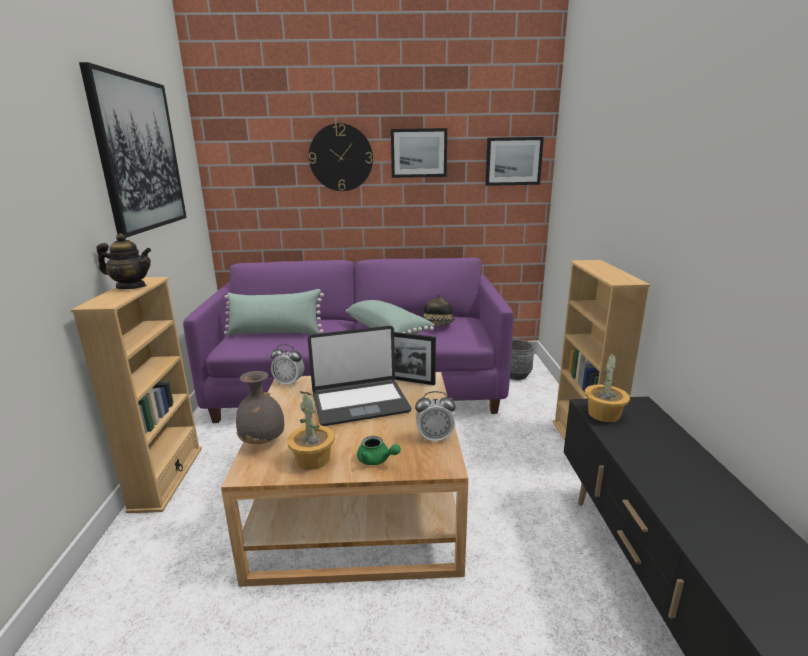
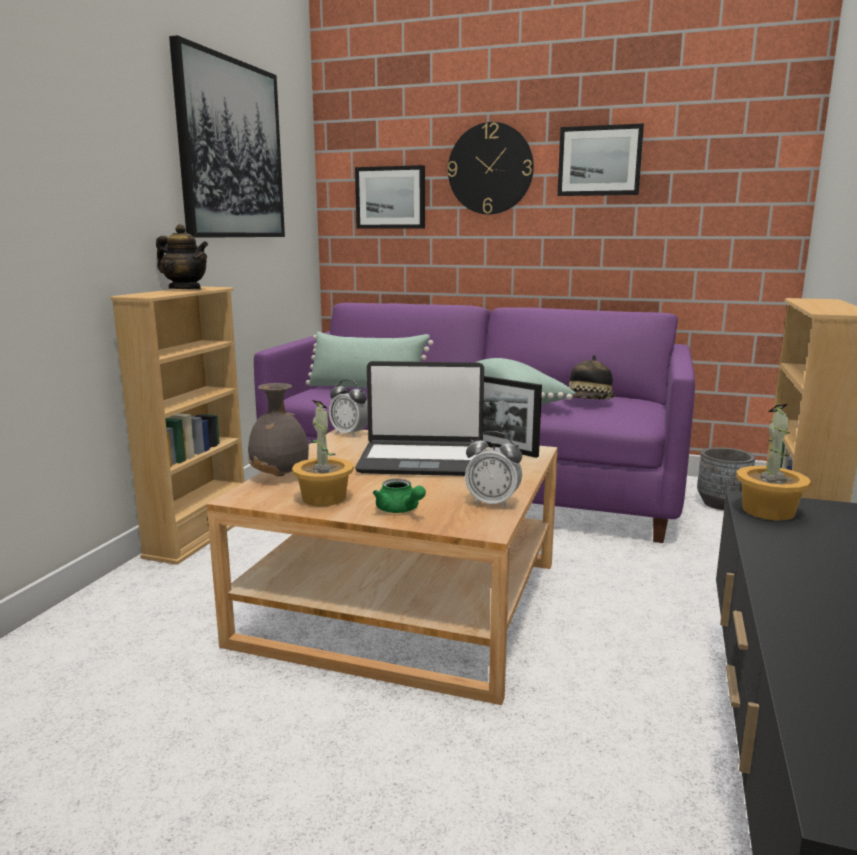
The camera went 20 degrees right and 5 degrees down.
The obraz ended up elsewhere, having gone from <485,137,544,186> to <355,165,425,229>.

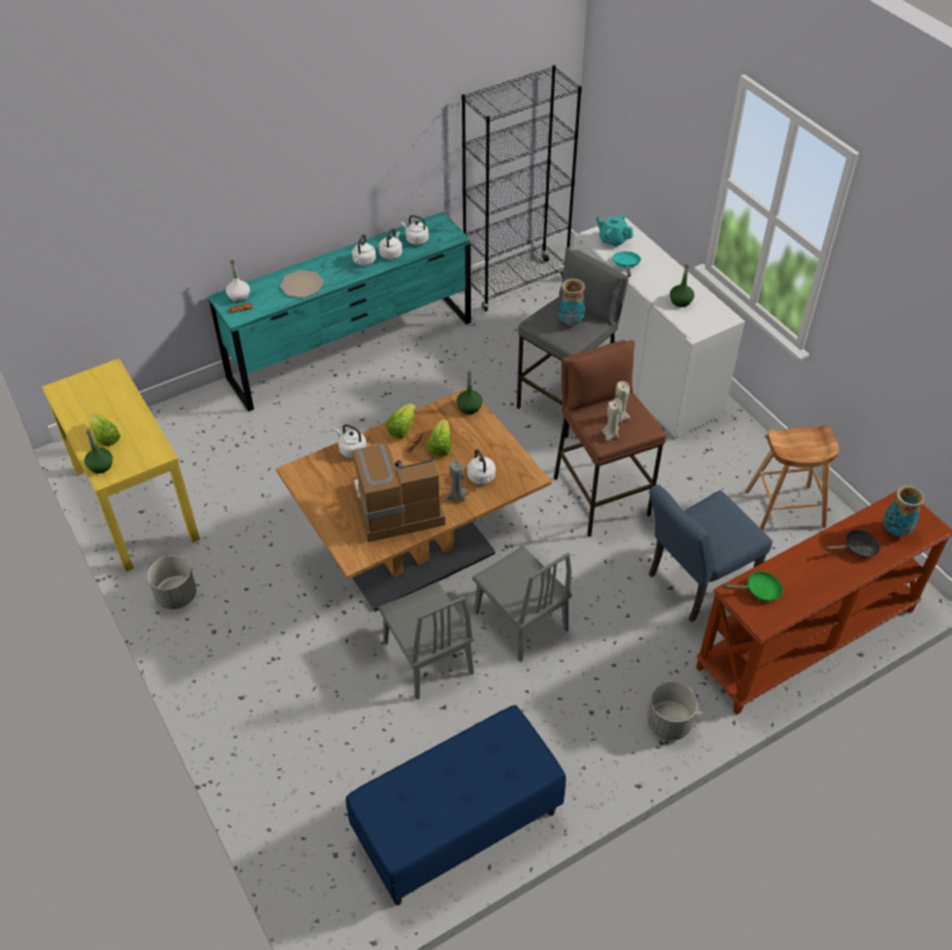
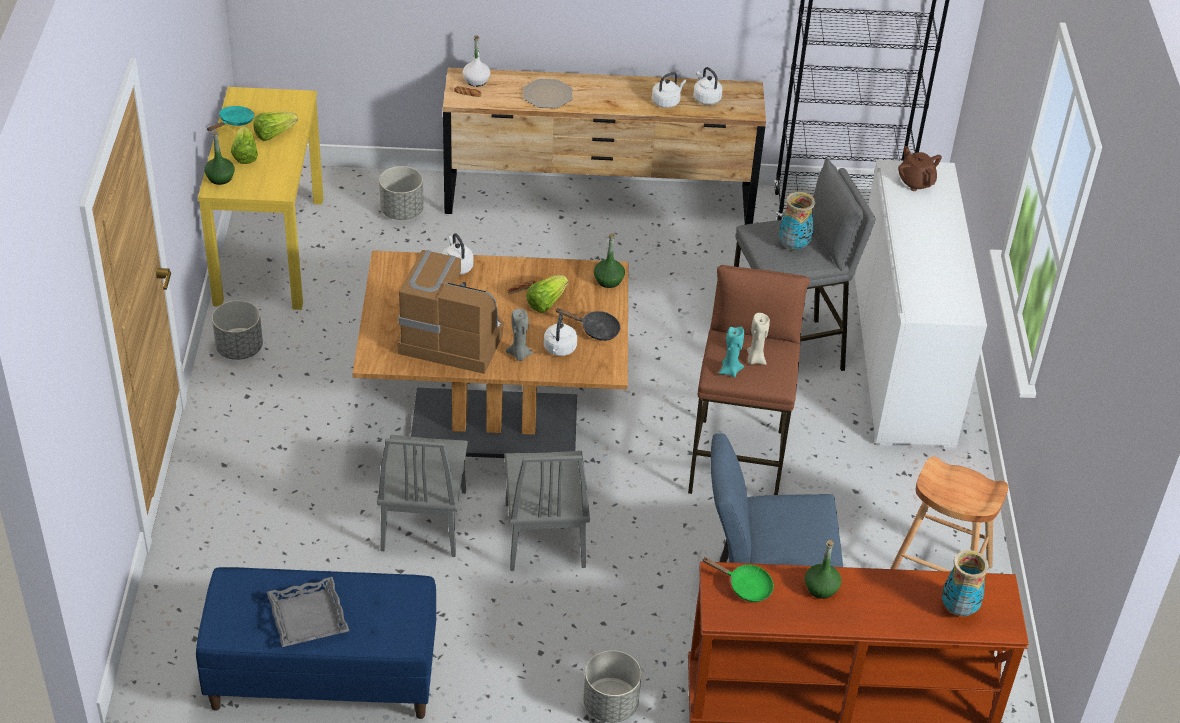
The camera went 30 degrees right and 5 degrees down.
What was the komoda/turkusowy at <208,212,471,412> turned into the komoda/brązowy at <443,68,766,225>.
The second view lost the czajnik/biały at <352,234,376,266>.
The sałata ended up elsewhere, having gone from <386,403,416,439> to <253,111,298,141>.
What was the imbryk/turkusowy at <596,213,633,247> turned into the imbryk/brązowy at <898,146,942,191>.
What was the świeca/beżowy at <602,398,622,441> turned into the świeca/turkusowy at <719,327,744,378>.
The patelnia/turkusowy ended up elsewhere, having gone from <612,251,641,277> to <207,106,254,131>.
The butelka/zielony ended up elsewhere, having gone from <670,263,694,307> to <805,540,841,599>.
The patelnia/czarny ended up elsewhere, having gone from <825,530,880,558> to <555,308,620,341>.
The second view gained the taca/szary at <267,577,349,647>.
The second view gained the donica/szary at <379,166,424,220>.

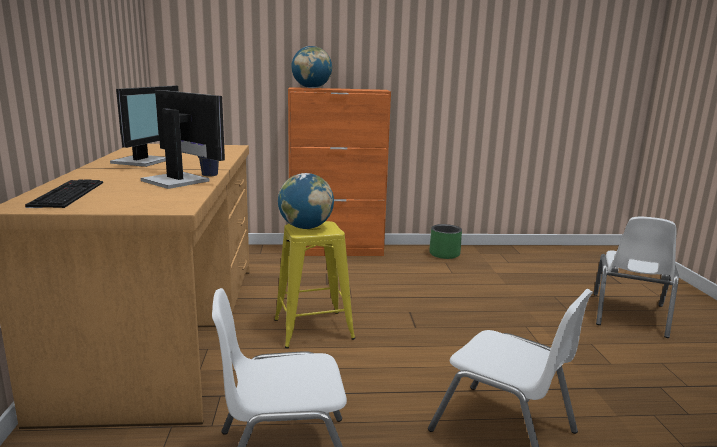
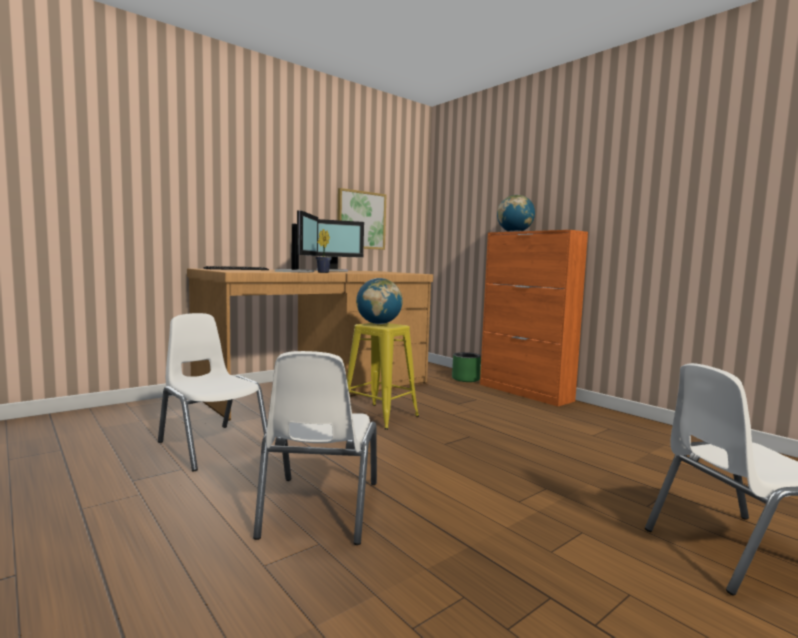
The camera went 55 degrees right and 10 degrees down.
The donica/zielony ended up elsewhere, having gone from <429,224,462,259> to <452,352,481,382>.
The second view gained the obraz at <337,188,386,250>.

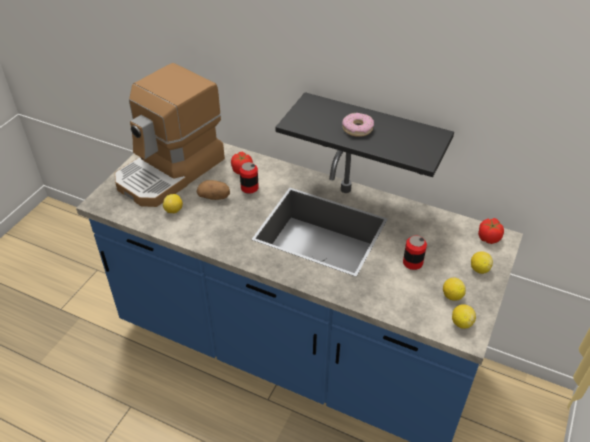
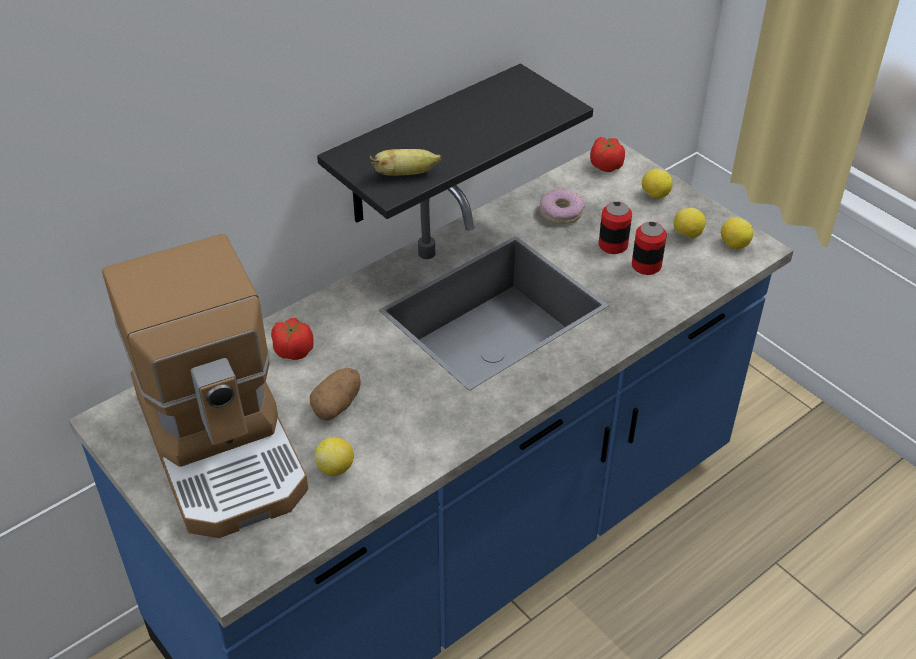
The camera went 65 degrees left and 0 degrees up.
The puszka ended up elsewhere, having gone from <239,162,259,194> to <632,222,667,275>.
The donut ended up elsewhere, having gone from <342,113,374,137> to <540,189,584,224>.
The second view gained the banan at <369,149,441,176>.

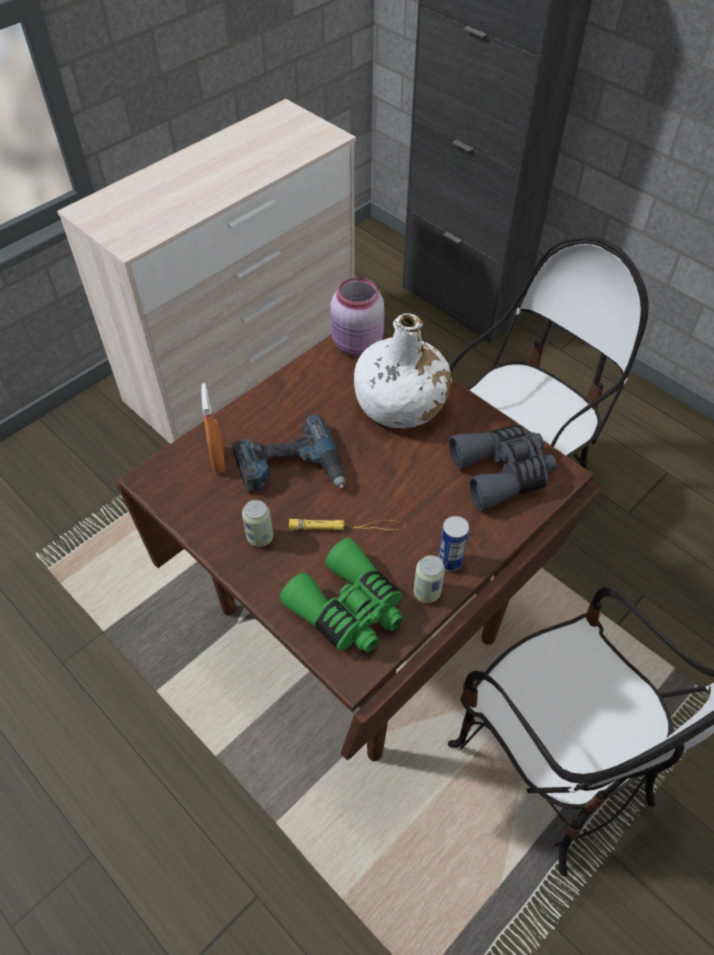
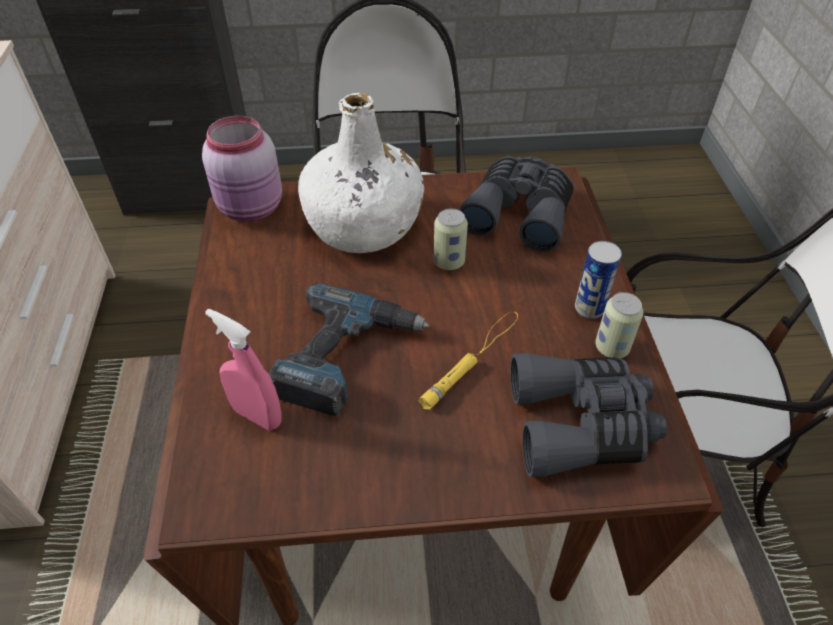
The camera went 50 degrees left and 5 degrees down.
What was the spryskiwacz/pomarańczowy at <201,383,225,473> turned into the spryskiwacz/różowy at <205,309,282,430>.
The puszka ended up elsewhere, having gone from <242,500,273,547> to <434,209,468,270>.
What was the lornetka/zielony at <280,538,403,652> turned into the lornetka/szary at <510,353,667,477>.

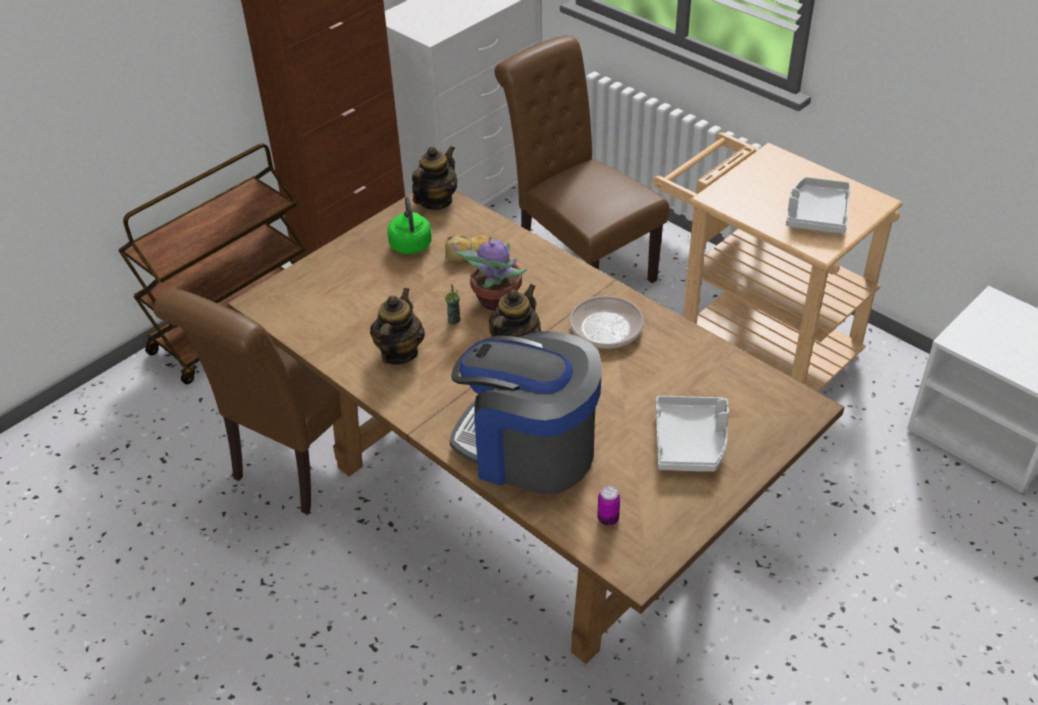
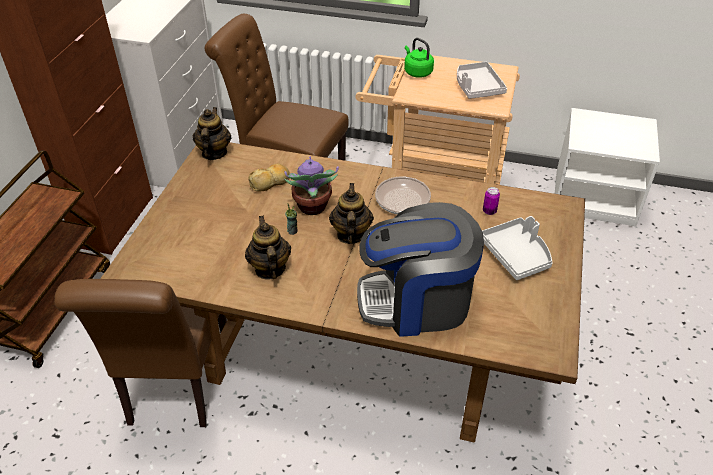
The camera went 30 degrees left and 0 degrees up.
The czajnik/zielony ended up elsewhere, having gone from <387,197,432,254> to <404,38,434,78>.
The puszka ended up elsewhere, having gone from <597,486,620,526> to <483,187,500,215>.

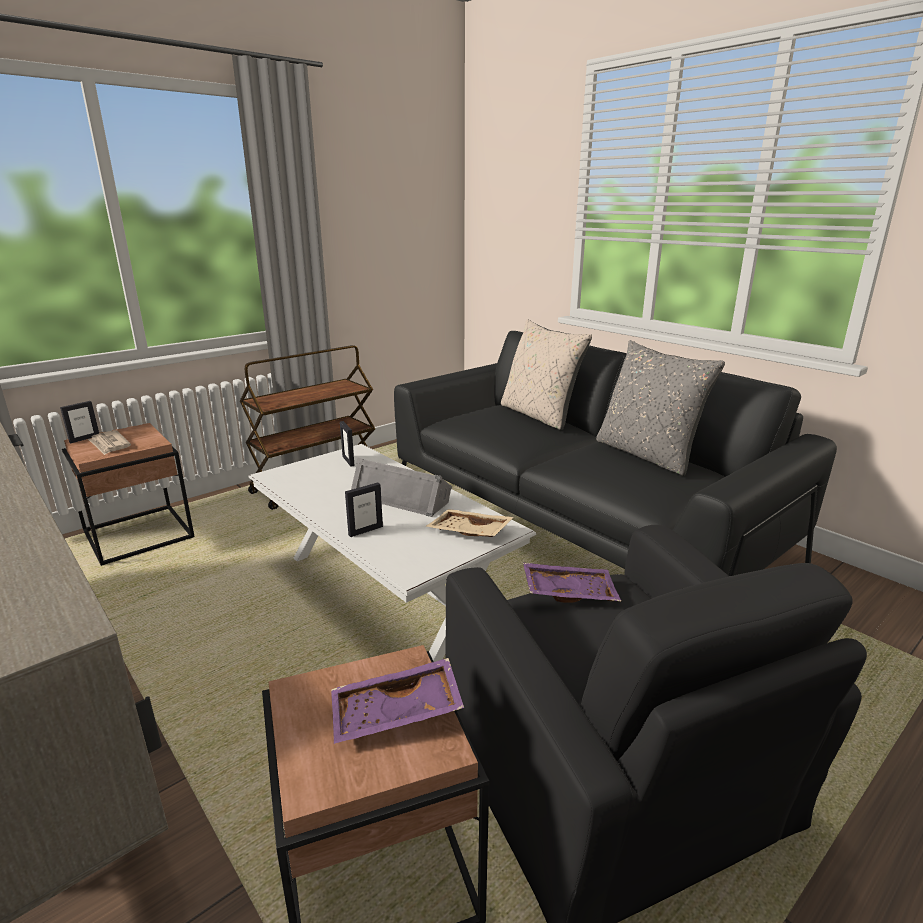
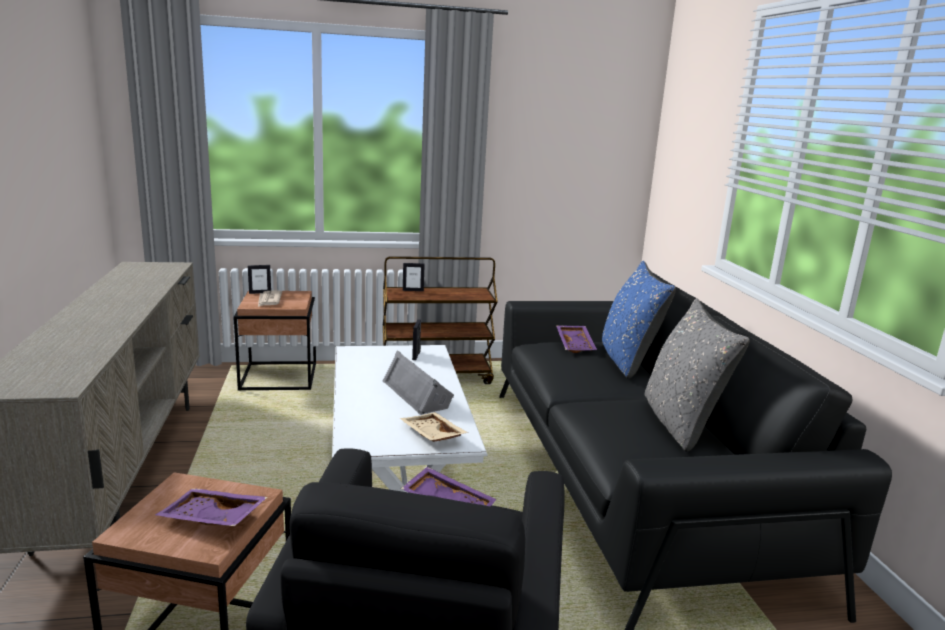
The camera went 30 degrees right and 5 degrees down.
The ramka na zdjęcie ended up elsewhere, having gone from <345,482,383,537> to <403,263,425,291>.
What was the poduszka/beżowy at <501,319,592,430> turned into the poduszka/niebieski at <602,261,676,379>.
The second view gained the taca/fioletowy at <556,325,597,353>.

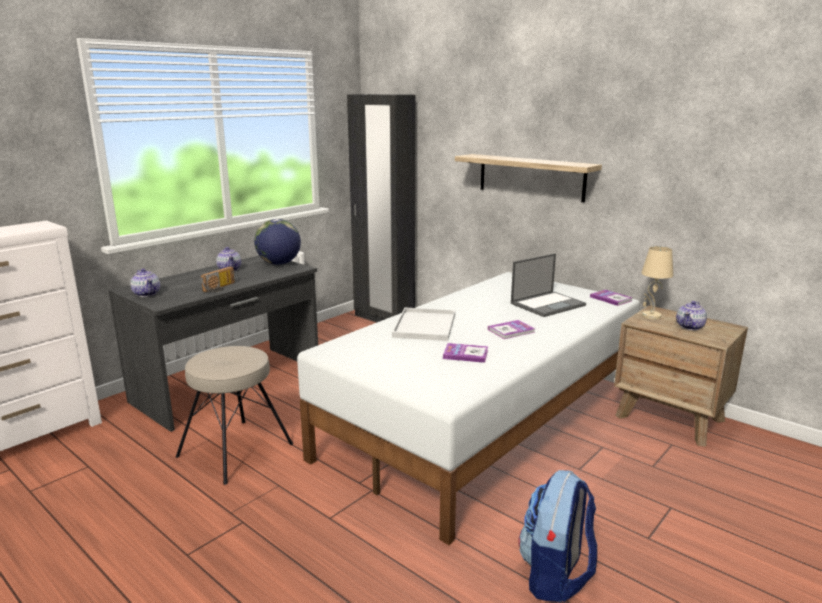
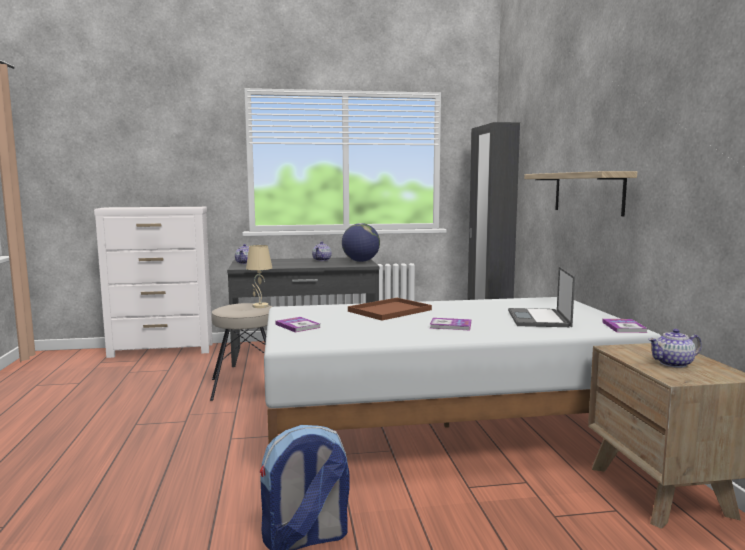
The camera went 40 degrees right and 10 degrees down.
The second view lost the radio at <201,266,235,292>.
What was the taca/biały at <392,307,455,341> turned into the taca/brązowy at <348,298,432,321>.
The książka ended up elsewhere, having gone from <443,343,488,363> to <275,317,320,332>.
The laptop at <511,253,586,317> ended up facing another way, 90 degrees clockwise from before.
The lampa stołowa/beżowy ended up elsewhere, having gone from <641,246,673,319> to <246,245,272,308>.

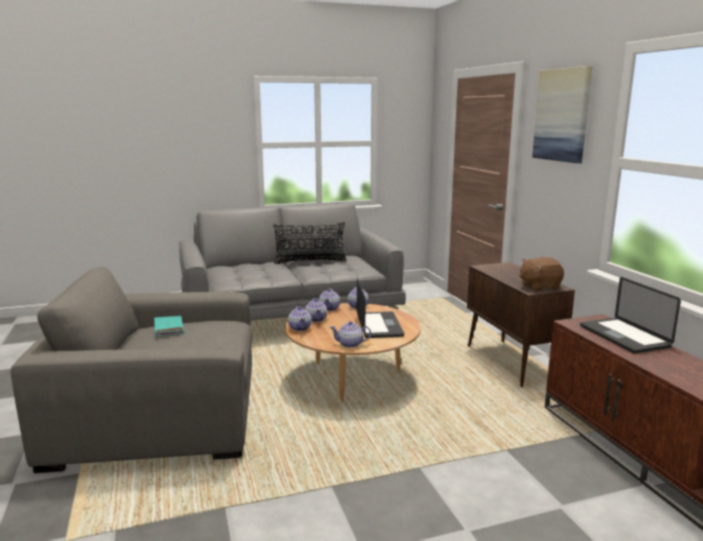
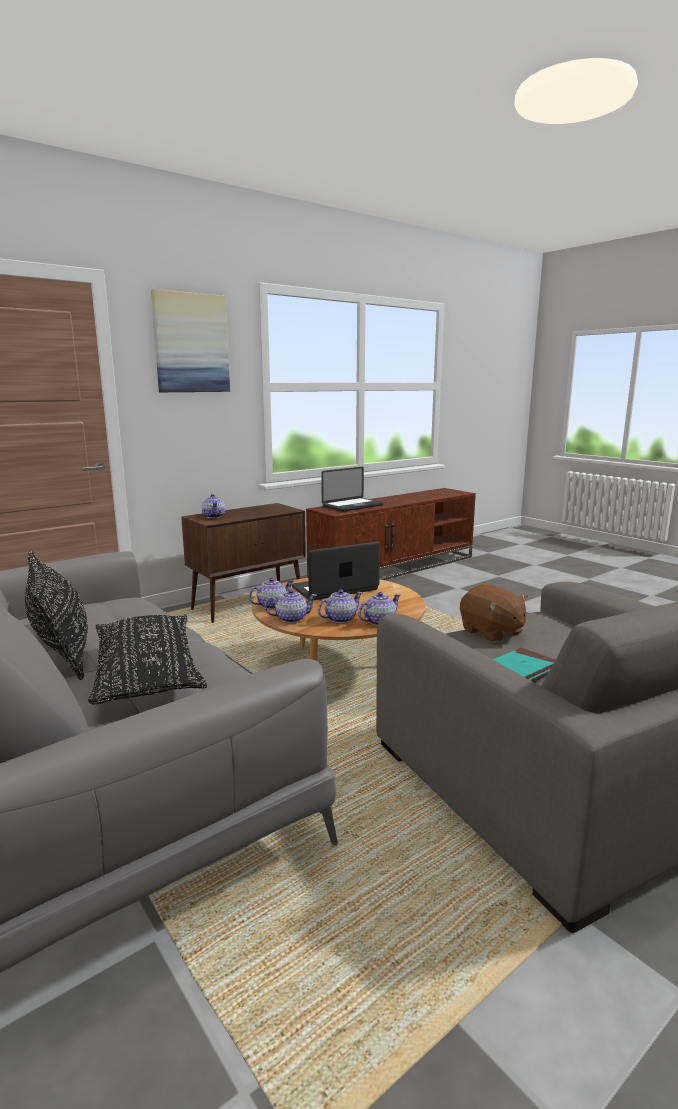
The camera went 110 degrees left and 0 degrees up.
The imbryk ended up elsewhere, having gone from <330,321,371,348> to <201,494,226,518>.
The pluszak/brązowy ended up elsewhere, having gone from <519,257,564,291> to <460,584,528,643>.
The second view gained the poduszka/czarny at <88,614,207,704>.

